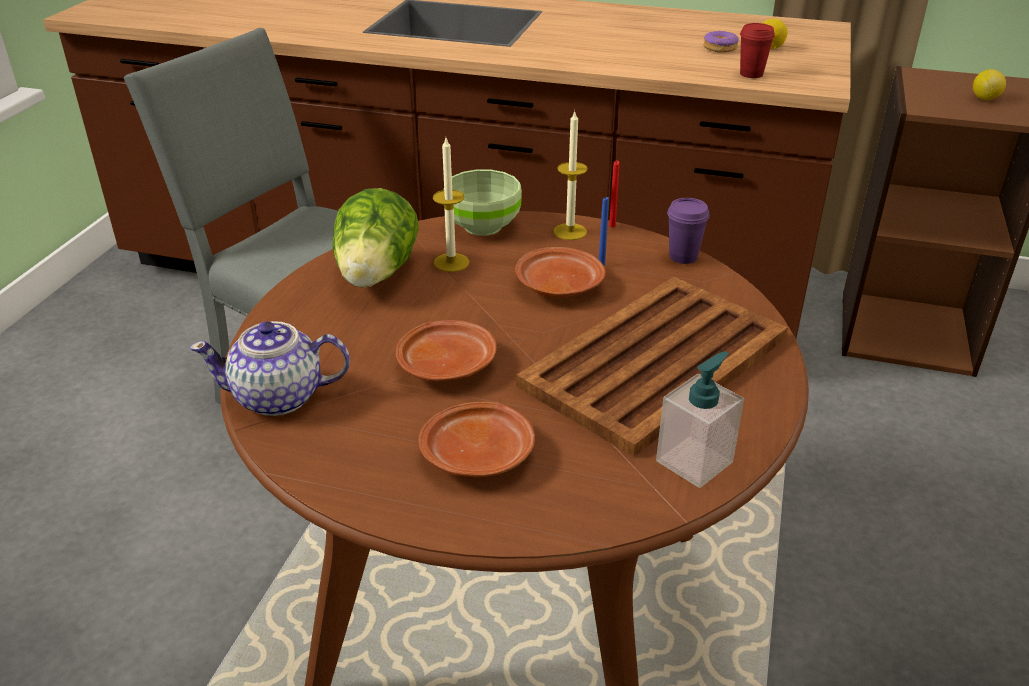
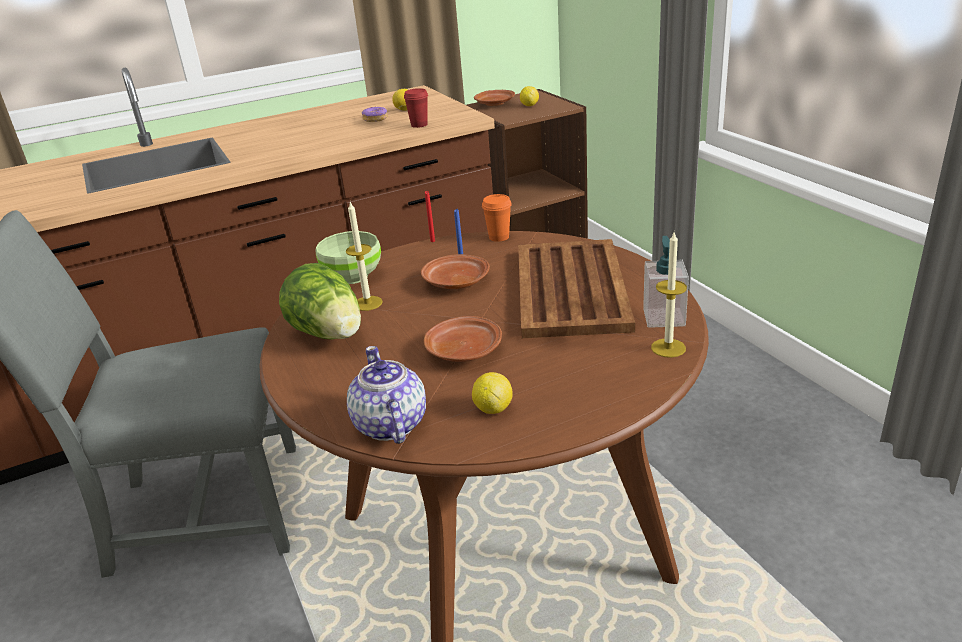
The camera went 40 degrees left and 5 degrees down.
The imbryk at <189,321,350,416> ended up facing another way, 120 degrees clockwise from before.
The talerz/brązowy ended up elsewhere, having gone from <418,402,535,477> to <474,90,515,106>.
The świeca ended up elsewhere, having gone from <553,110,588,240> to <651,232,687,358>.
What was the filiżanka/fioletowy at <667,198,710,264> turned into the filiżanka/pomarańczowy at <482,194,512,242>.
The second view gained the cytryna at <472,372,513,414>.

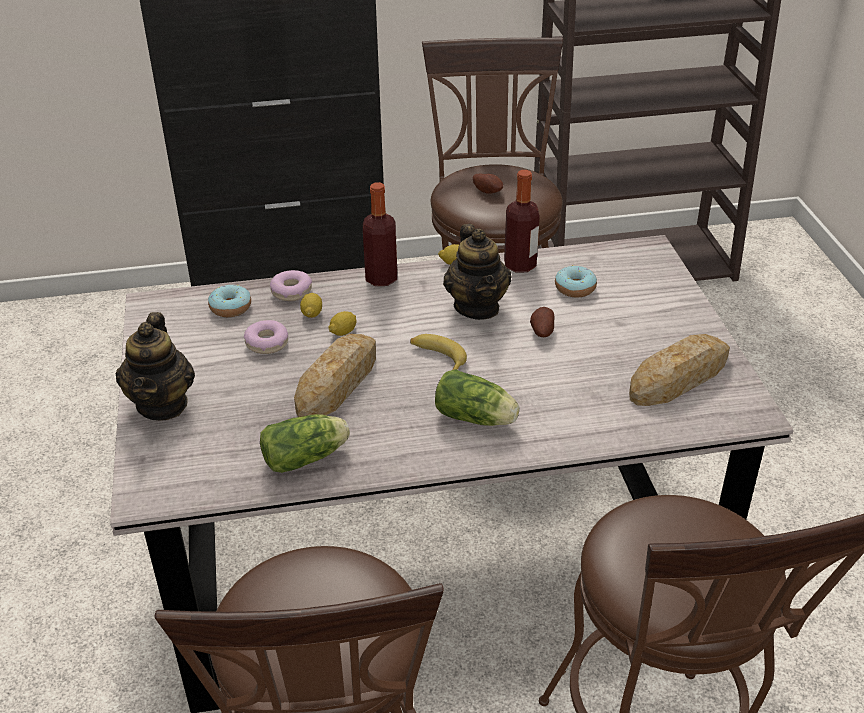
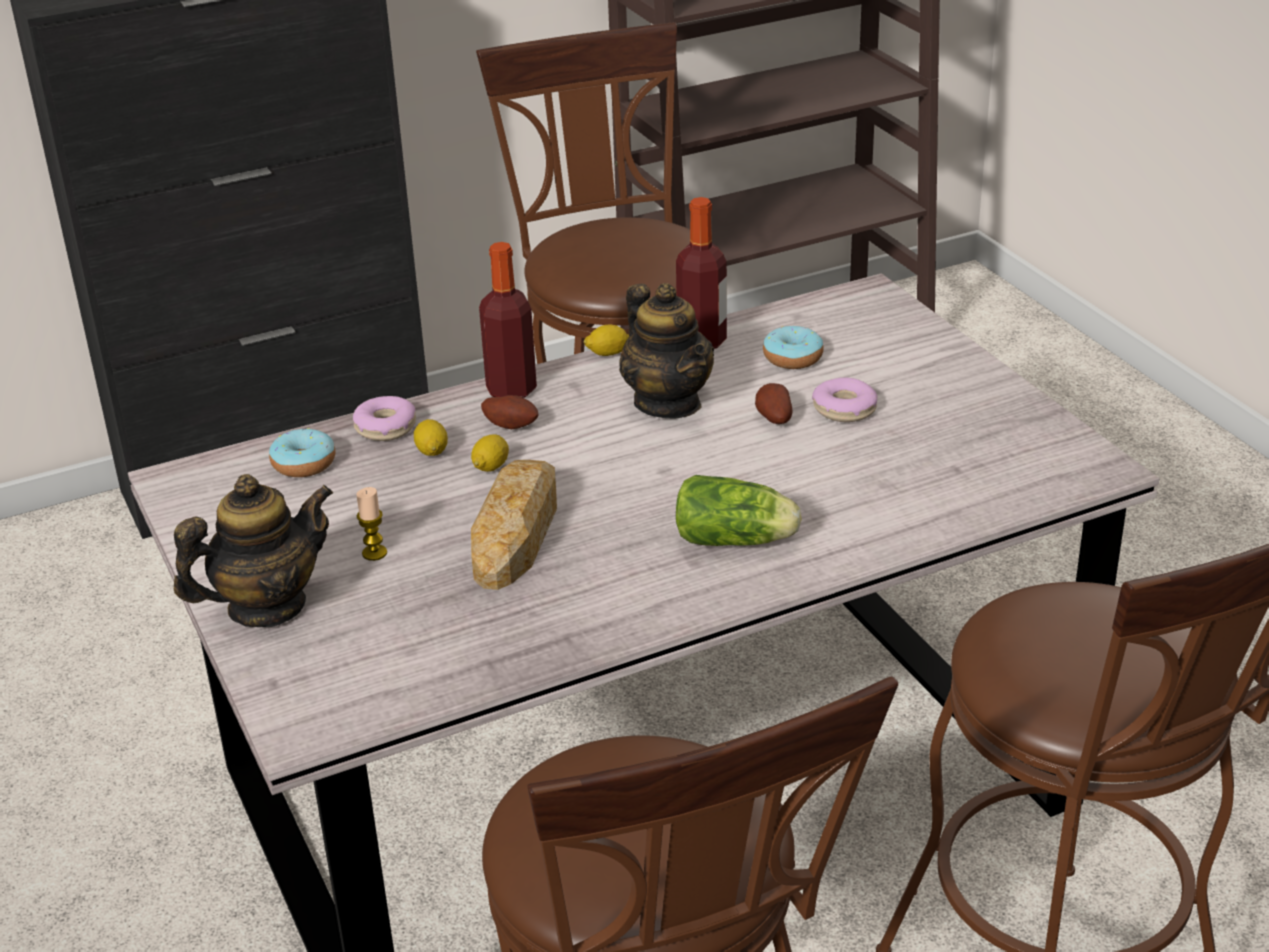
The camera went 15 degrees left and 5 degrees down.
The imbryk at <116,312,195,421> ended up facing another way, 105 degrees counterclockwise from before.
The donut ended up elsewhere, having gone from <244,320,288,354> to <812,378,877,422>.
The second view lost the sałata at <260,414,350,473>.
The second view lost the banan at <410,334,467,370>.
The ziemniak ended up elsewhere, having gone from <473,174,503,194> to <481,395,538,429>.
The second view lost the chleb at <629,334,730,406>.
The second view gained the świeca at <356,487,387,561>.

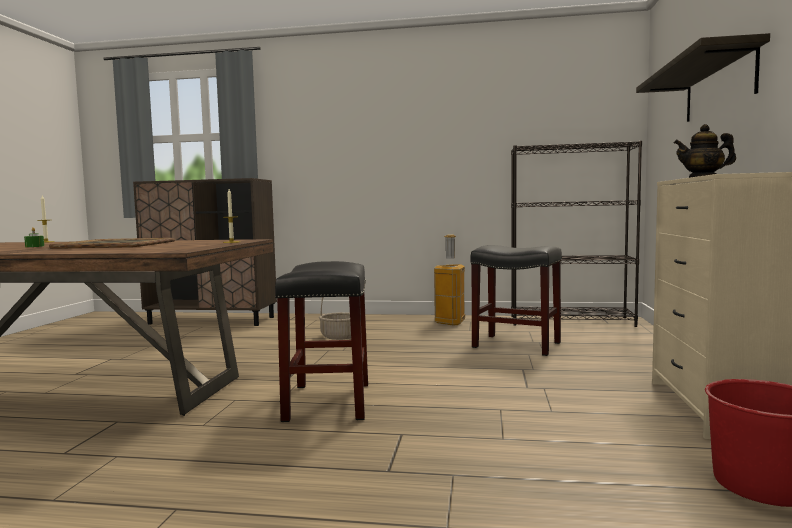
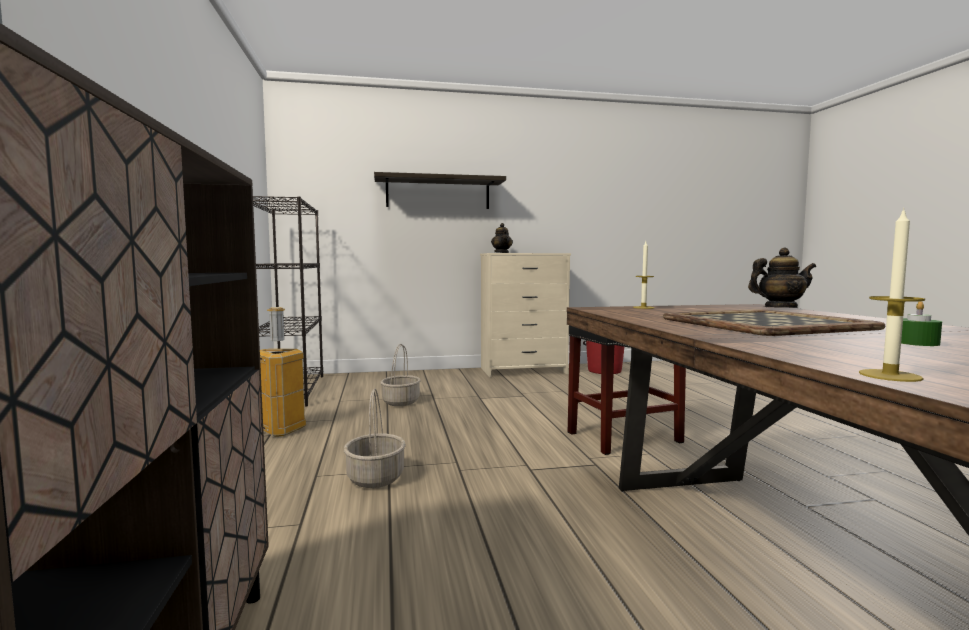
The camera went 110 degrees left and 0 degrees up.
Where the stołek/czarny stood at <470,245,562,356>, the koszyk came to stand at <380,344,421,406>.
The second view gained the imbryk at <748,248,816,308>.

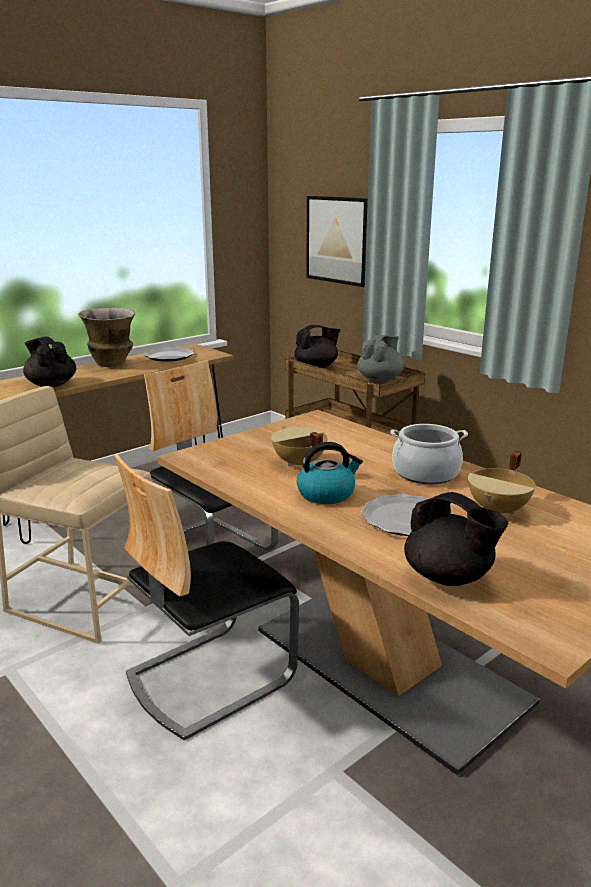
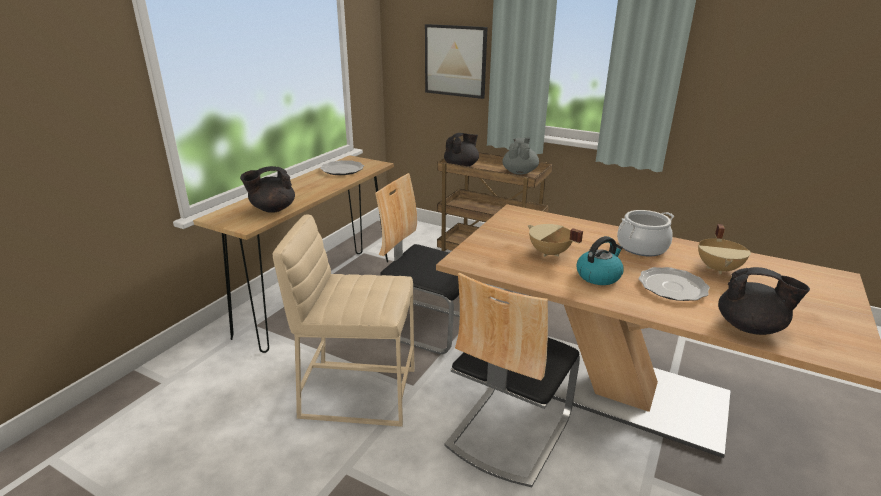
The camera went 20 degrees left and 5 degrees up.
The imbryk/czarny at <23,336,76,387> ended up facing another way, 60 degrees counterclockwise from before.
The second view lost the wazon at <78,308,135,367>.

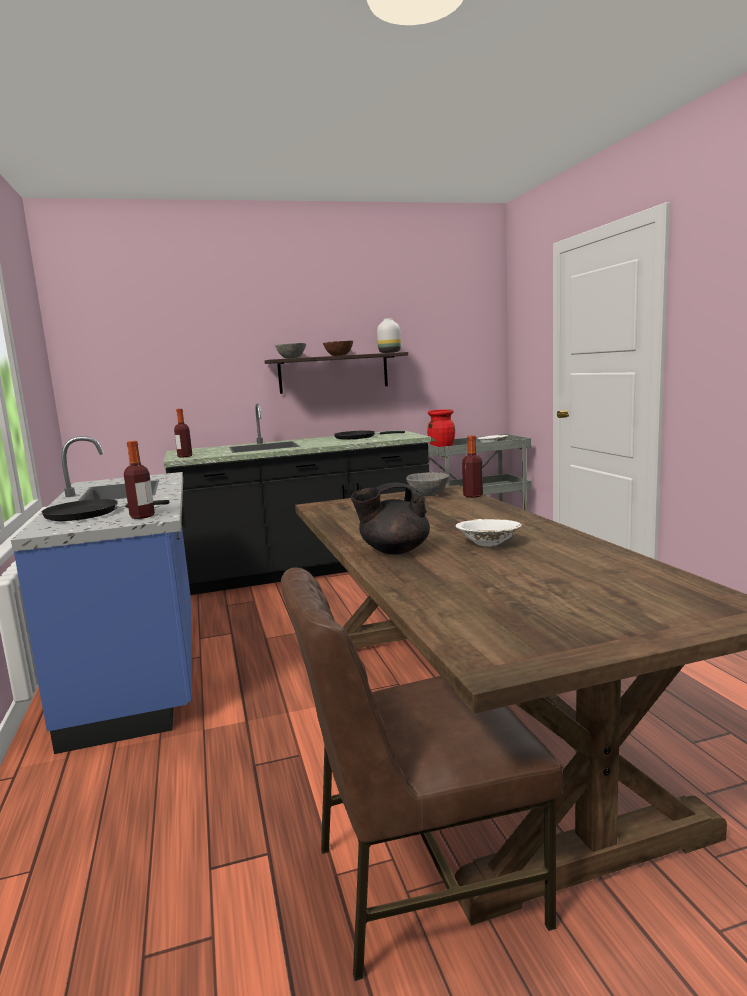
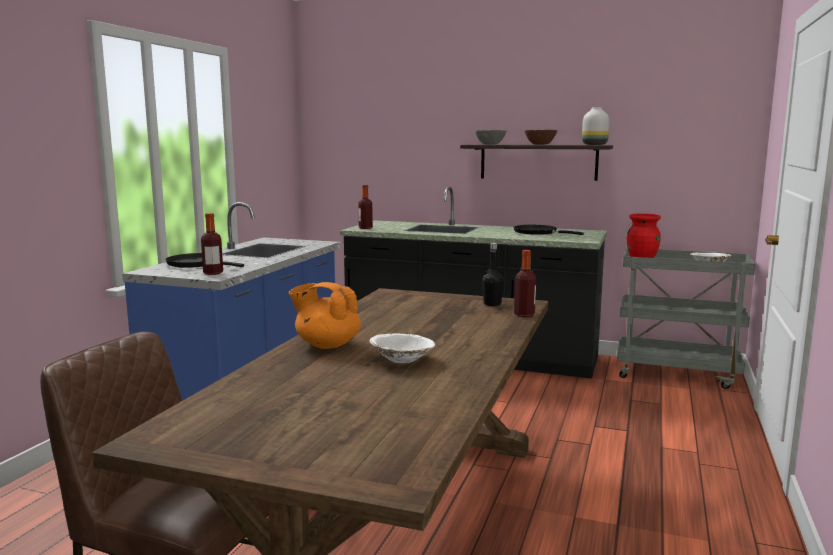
The camera went 35 degrees right and 0 degrees up.
What was the imbryk/czarny at <351,482,430,555> turned into the imbryk/pomarańczowy at <289,282,361,349>.
Where the miska/szary stood at <406,472,449,496>, the butelka/czarny came to stand at <482,243,504,306>.

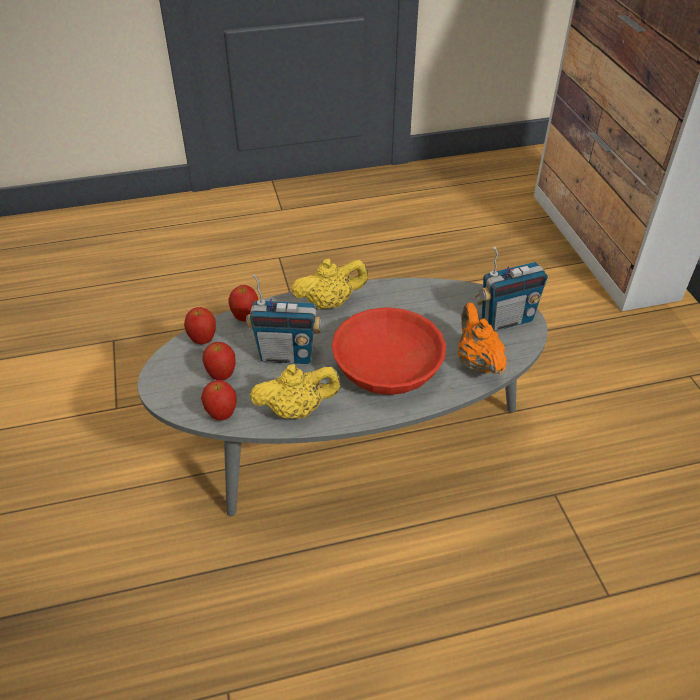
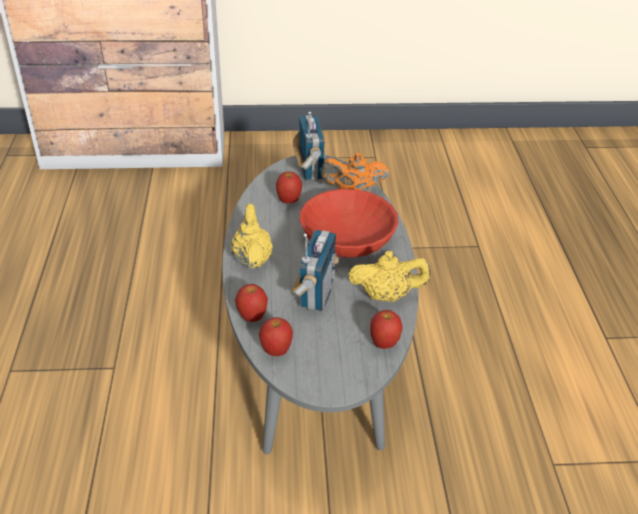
The camera went 80 degrees left and 5 degrees down.
The jabłko ended up elsewhere, having gone from <202,342,236,380> to <276,172,302,204>.
The imbryk/żółty at <250,364,341,419> ended up facing another way, 90 degrees clockwise from before.

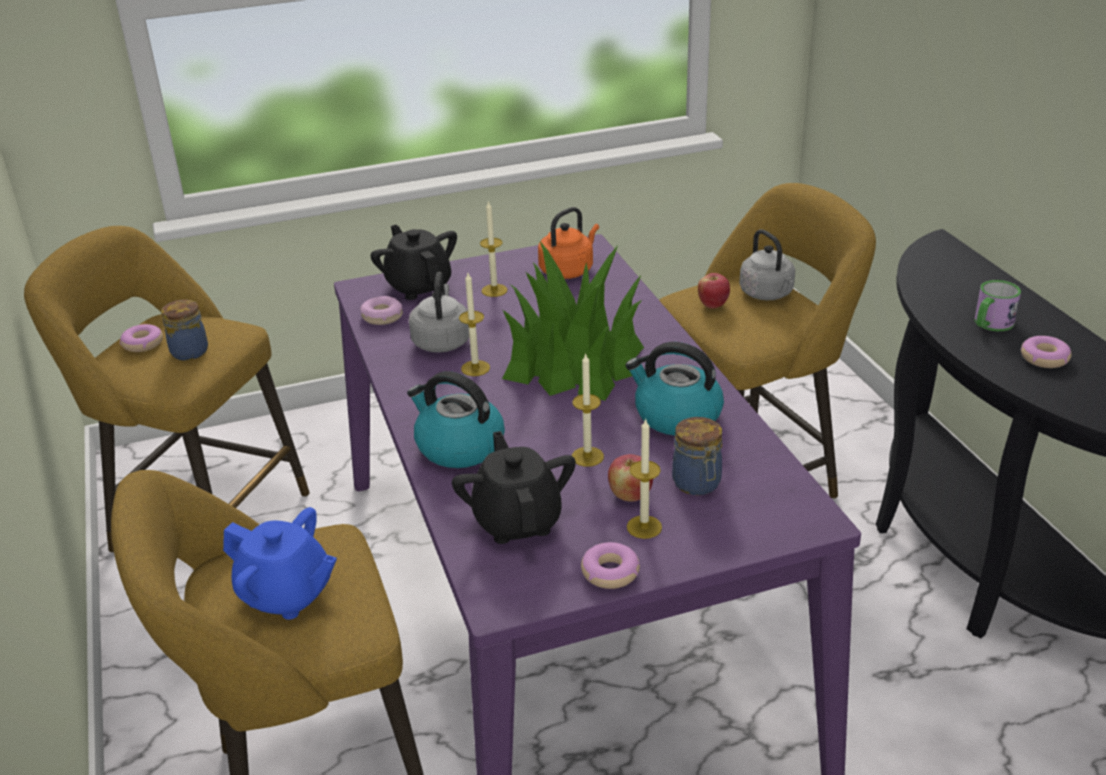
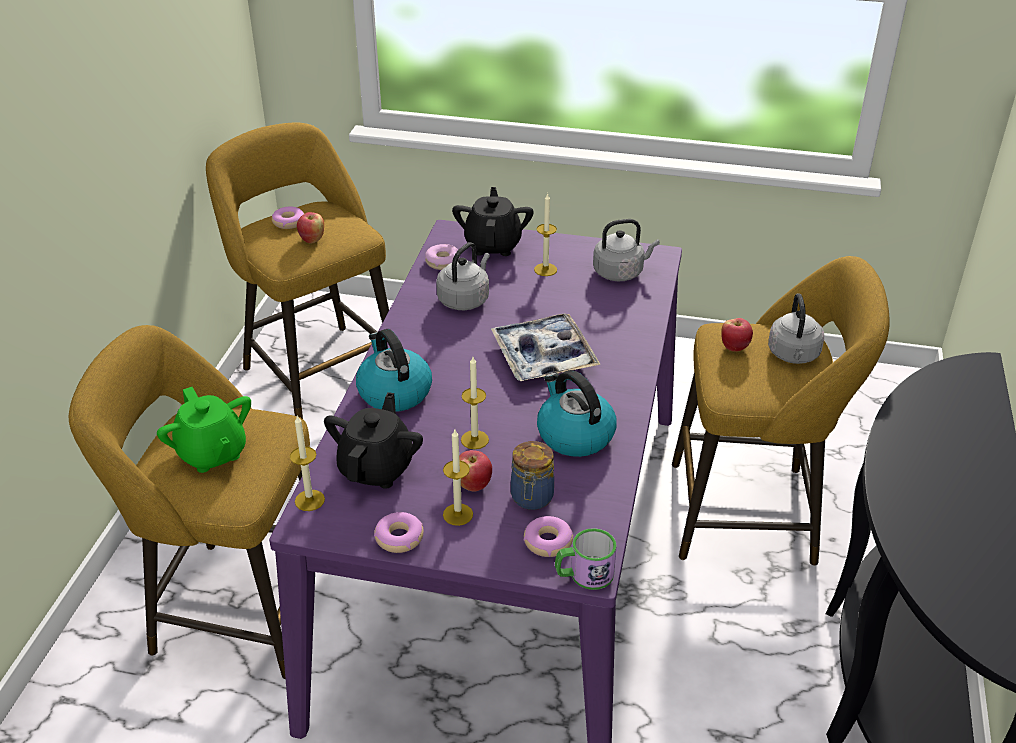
The camera went 30 degrees right and 5 degrees up.
Where the słoik stood at <161,300,208,360>, the jabłko came to stand at <297,212,324,244>.
What was the imbryk/niebieski at <223,507,337,620> turned into the imbryk/zielony at <157,387,251,473>.
The świeca ended up elsewhere, having gone from <459,273,490,376> to <290,416,325,511>.
Where the roślina doniczkowa stood at <502,242,644,401>, the taca came to stand at <491,313,601,381>.
What was the czajnik/pomarańczowy at <538,207,599,279> turned into the czajnik/szary at <593,219,660,282>.
The kubek ended up elsewhere, having gone from <975,280,1021,331> to <555,528,617,590>.
The donut ended up elsewhere, having gone from <1021,336,1071,368> to <524,516,574,557>.

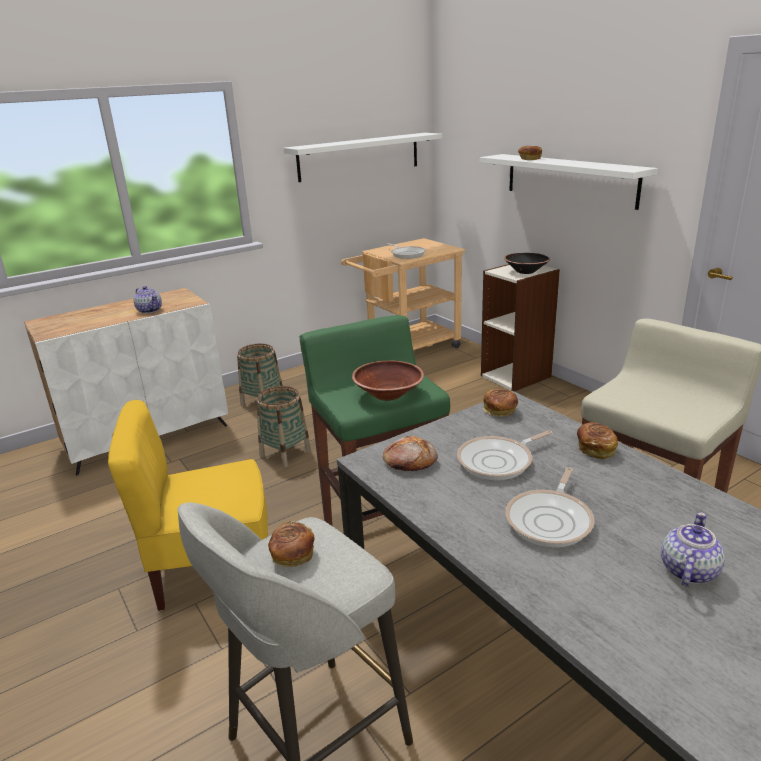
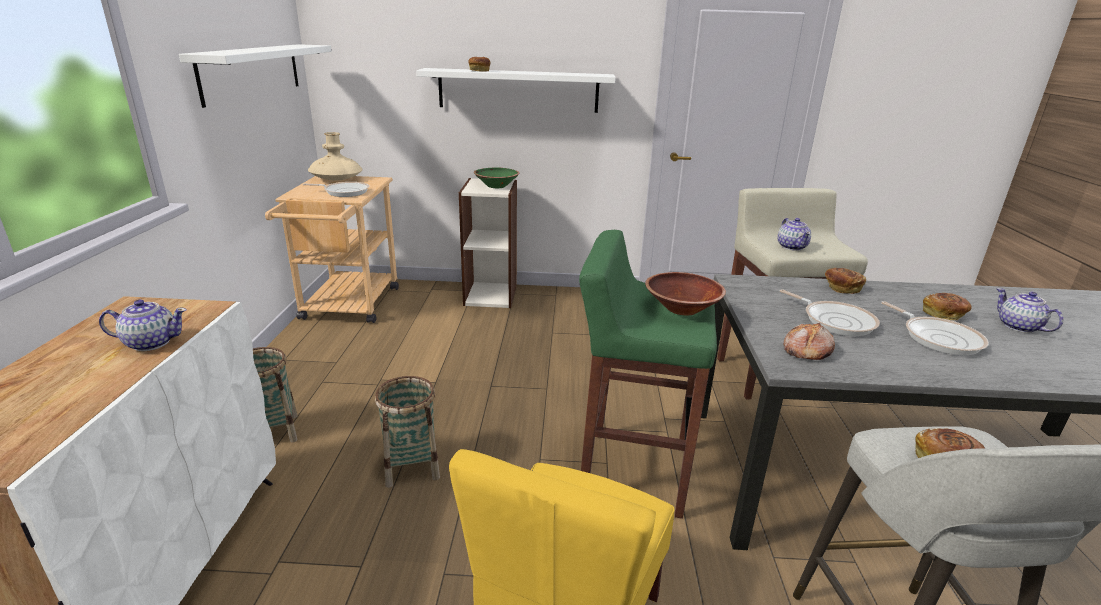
The camera went 55 degrees left and 0 degrees up.
The patelnia at <457,430,552,480> ended up facing another way, 45 degrees counterclockwise from before.
The chleb ended up elsewhere, having gone from <483,389,518,417> to <923,293,972,320>.
What was the miska/czarny at <504,253,550,274> turned into the miska/zielony at <474,168,519,188>.
The second view gained the wazon/beżowy at <308,132,363,181>.
The second view gained the imbryk at <777,218,811,251>.

